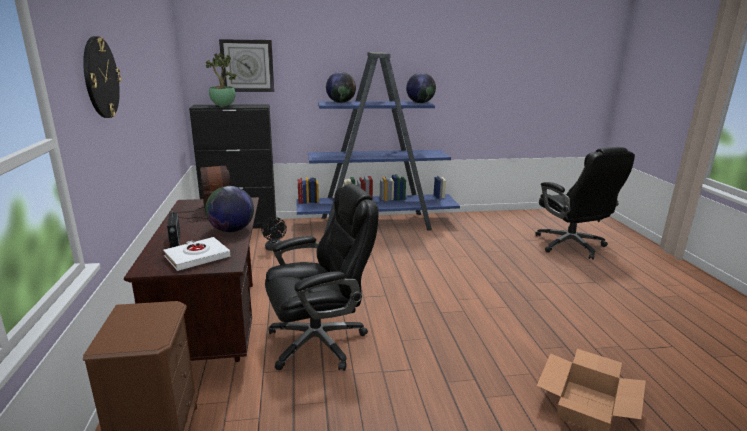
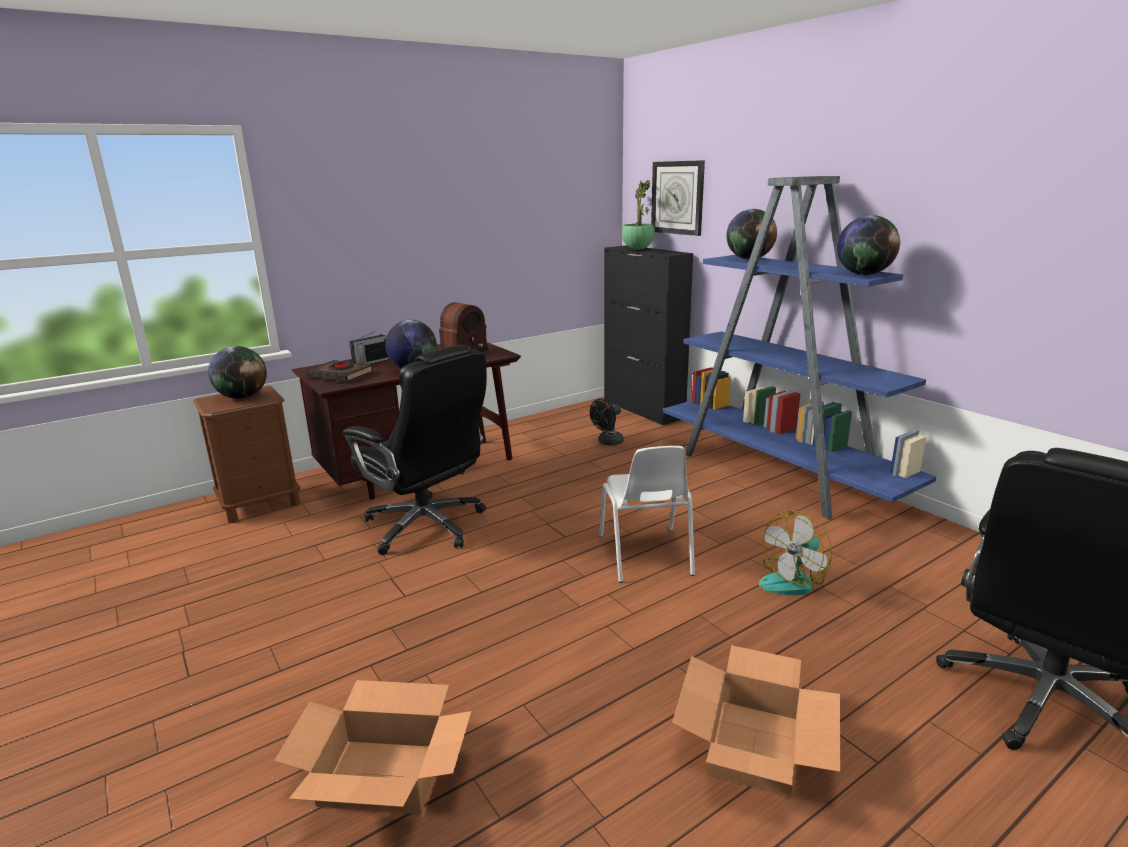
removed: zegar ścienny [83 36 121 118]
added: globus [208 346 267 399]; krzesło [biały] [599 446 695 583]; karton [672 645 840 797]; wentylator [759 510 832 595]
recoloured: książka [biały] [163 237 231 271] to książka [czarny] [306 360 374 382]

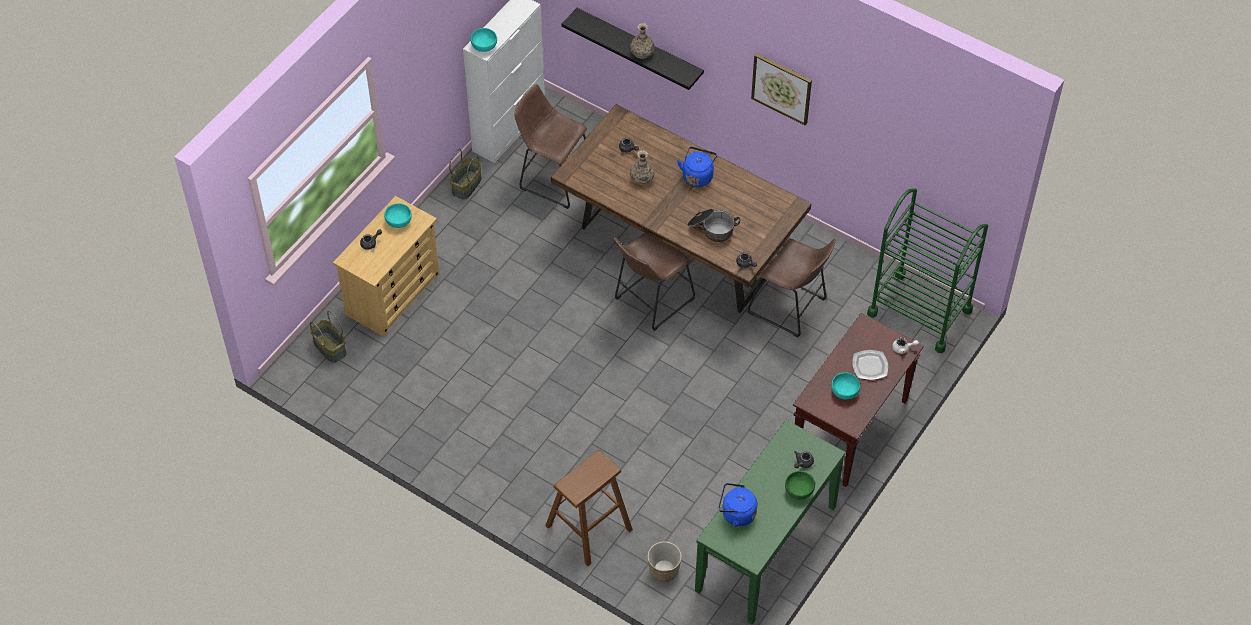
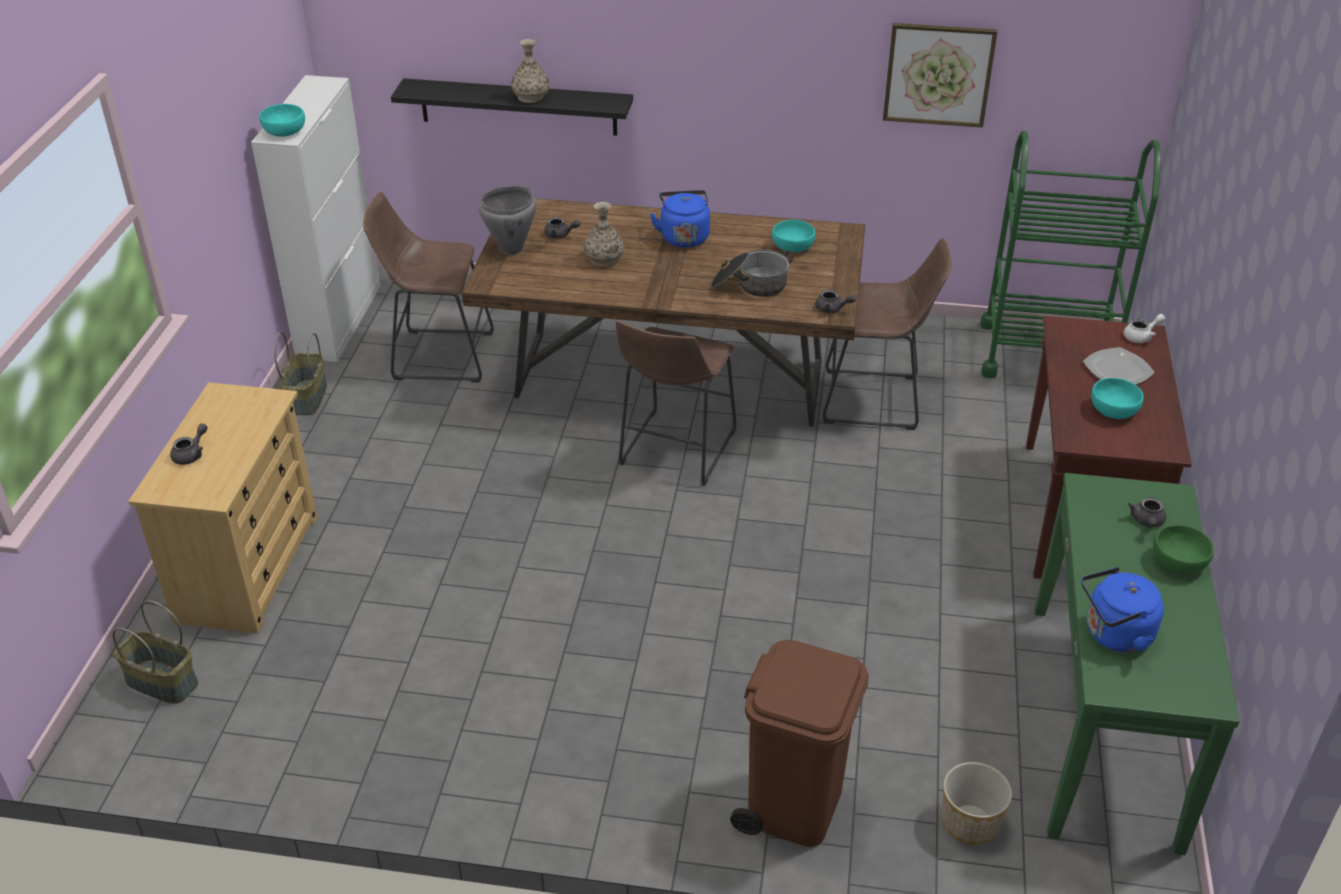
added: garnek [szary] [479 186 537 255]
moved: miska [turkusowy] [384 203 412 228] to [772 220 815 252]; obraz [751 53 812 126] to [883 23 997 128]
replaced: stołek [brązowy] [545 450 633 566] to kosz na śmieci [brązowy] [730 640 869 847]

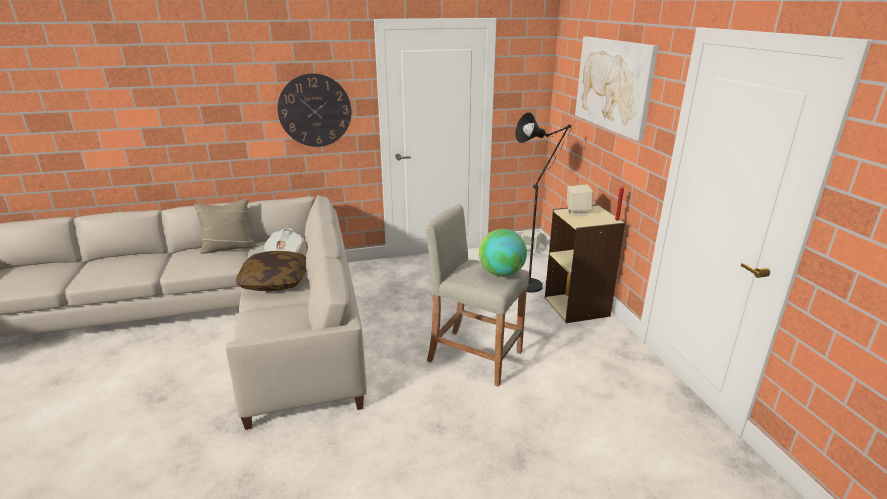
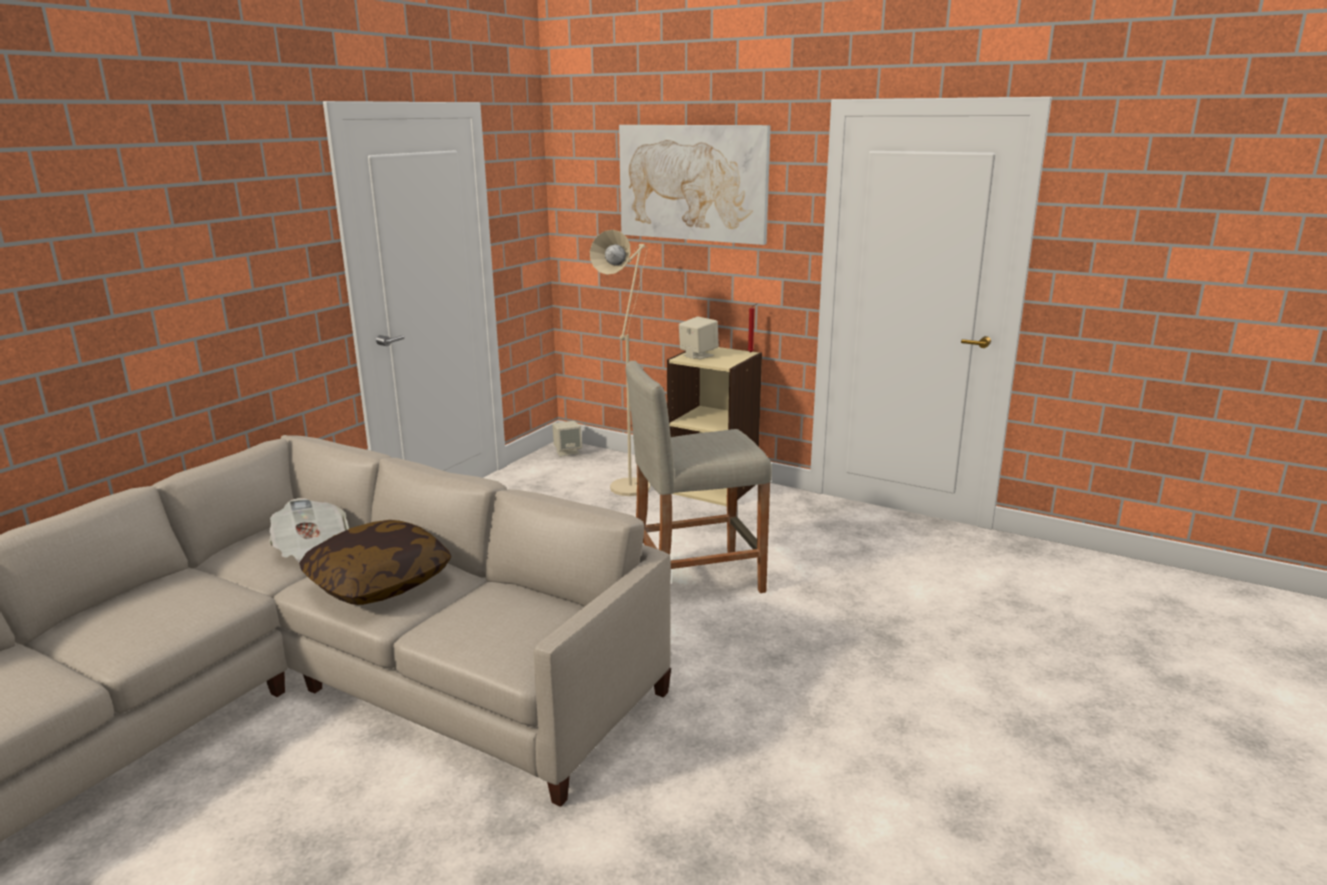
removed: poduszka [beżowy] [194 199 256 254]; zegar ścienny [278 73 351 147]; globus [479 229 527 277]
recoloured: lampa stojąca [czarny] [515 113 571 293] to lampa stojąca [beżowy] [590 230 650 496]

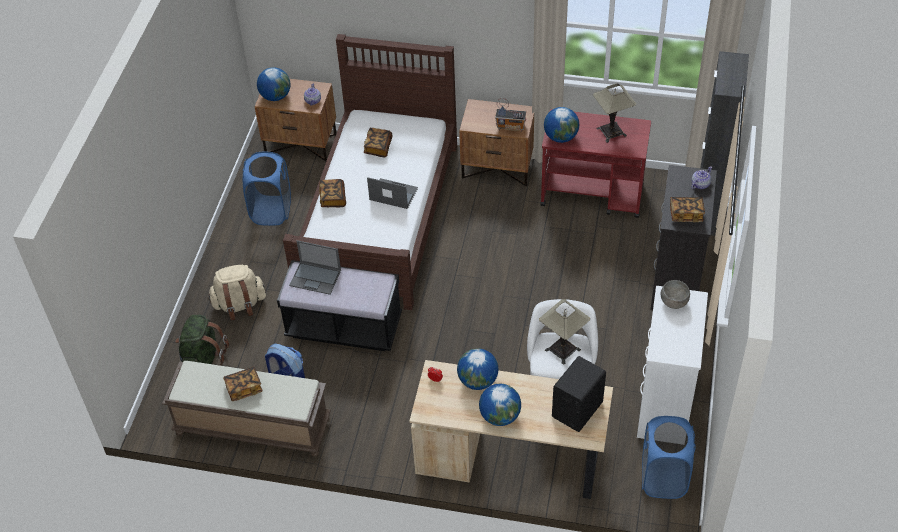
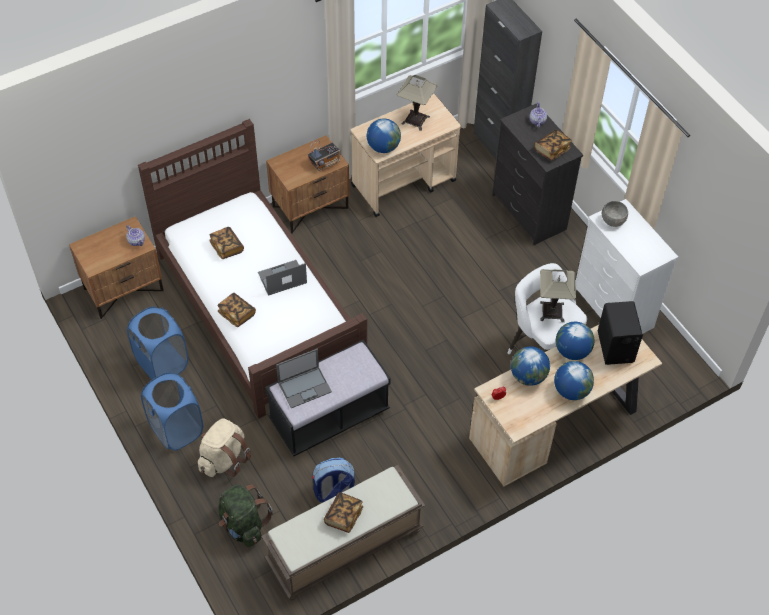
moved: globus [257 67 290 101] to [556 322 594 360]; kosz na pranie [niebieski] [642 416 696 499] to [141 372 203 451]
recoloured: wózek [czerwony] [541 109 651 218] to wózek [beżowy] [351 94 461 217]

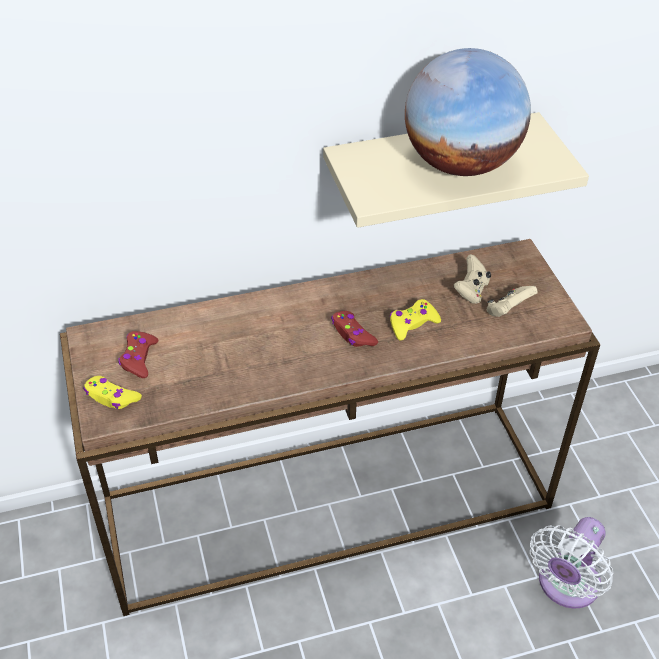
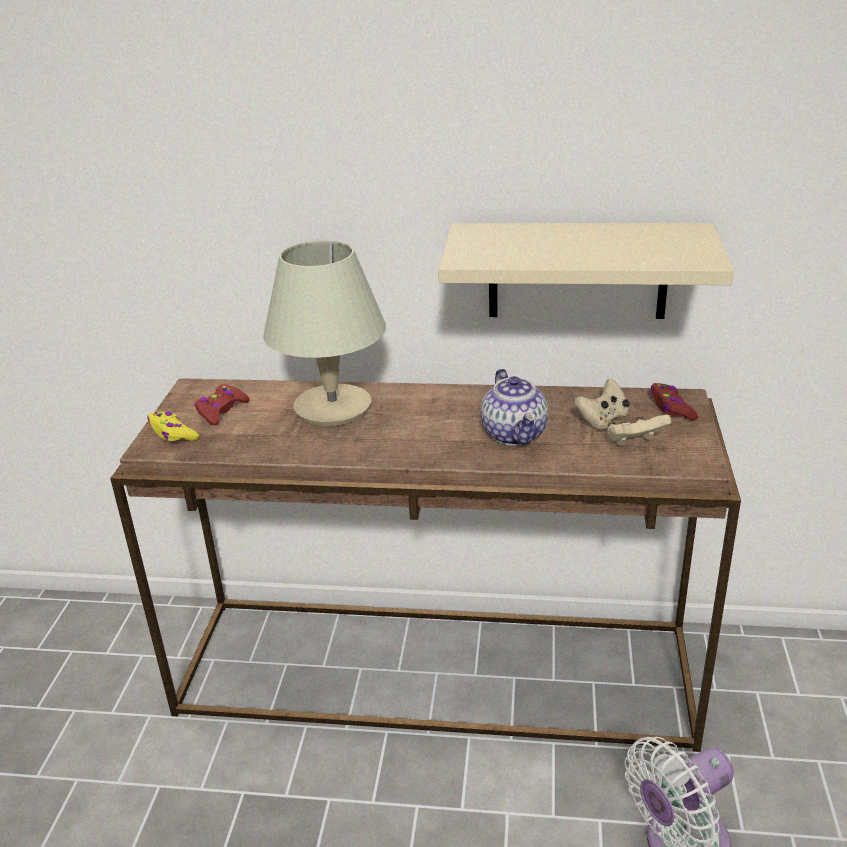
removed: globus [405 48 531 176]
added: lampa stołowa [beżowy] [263 240 386 426]
moved: pad do gier [czerwony] [331 311 378 347] to [651 383 698 420]
replaced: pad do gier [żółty] [390 299 441 341] to imbryk [481 369 548 446]

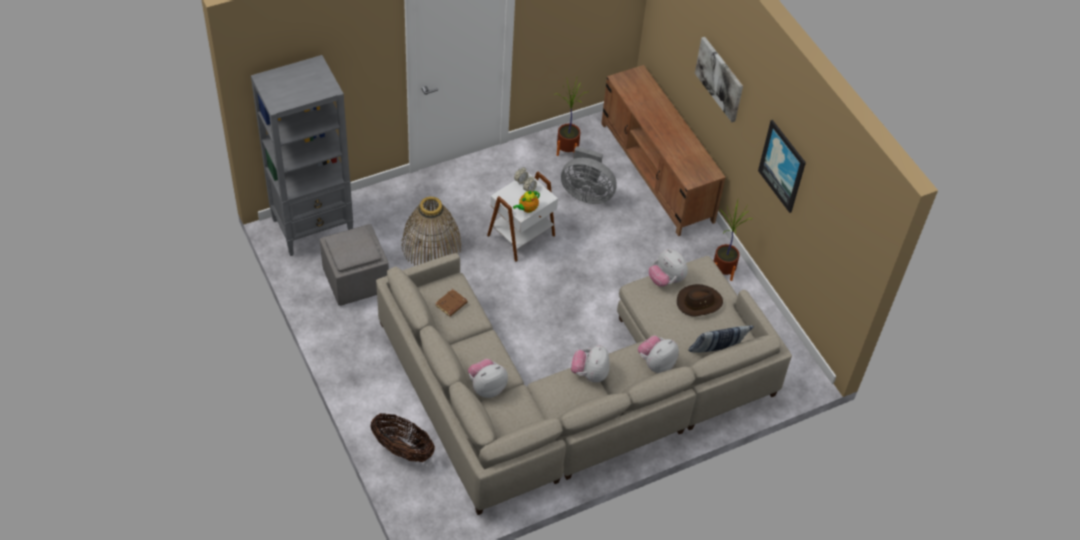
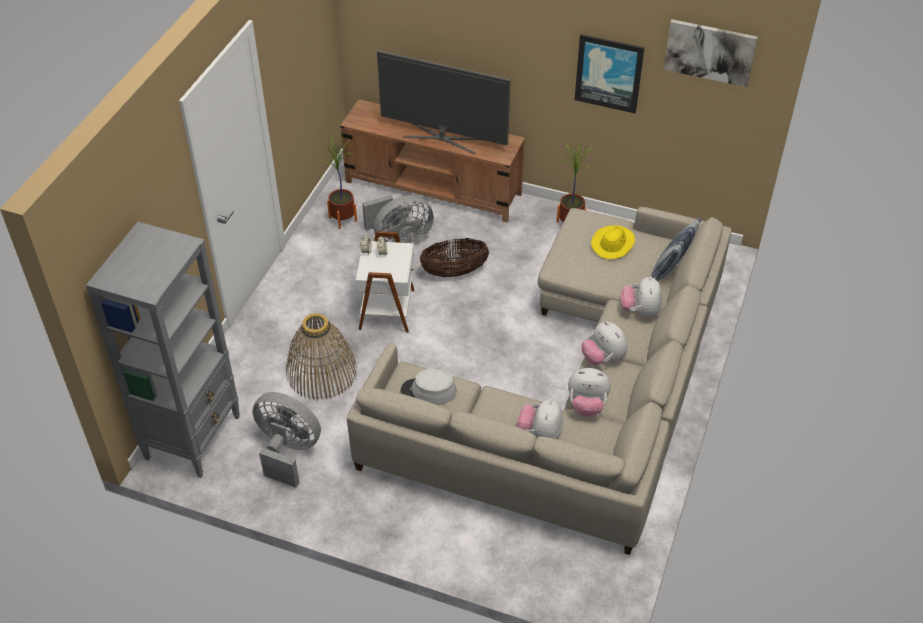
removed: imbryk [513 191 540 213]
added: telewizor [377 50 510 154]
moved: koszyk [370 413 435 462] to [419 238 489 277]; pluszak [649 249 688 287] to [568 368 611 416]; obraz [695 37 743 122] to [664 19 758 87]
replaced: pufa [szary] [320 224 389 306] to wentylator [szary] [252 392 321 488]; książka [brązowy] [435 289 468 317] to kapelusz [szary] [400 368 457 405]
recoloured: kapelusz [brązowy] [677 284 723 317] to kapelusz [żółty] [591 225 635 259]

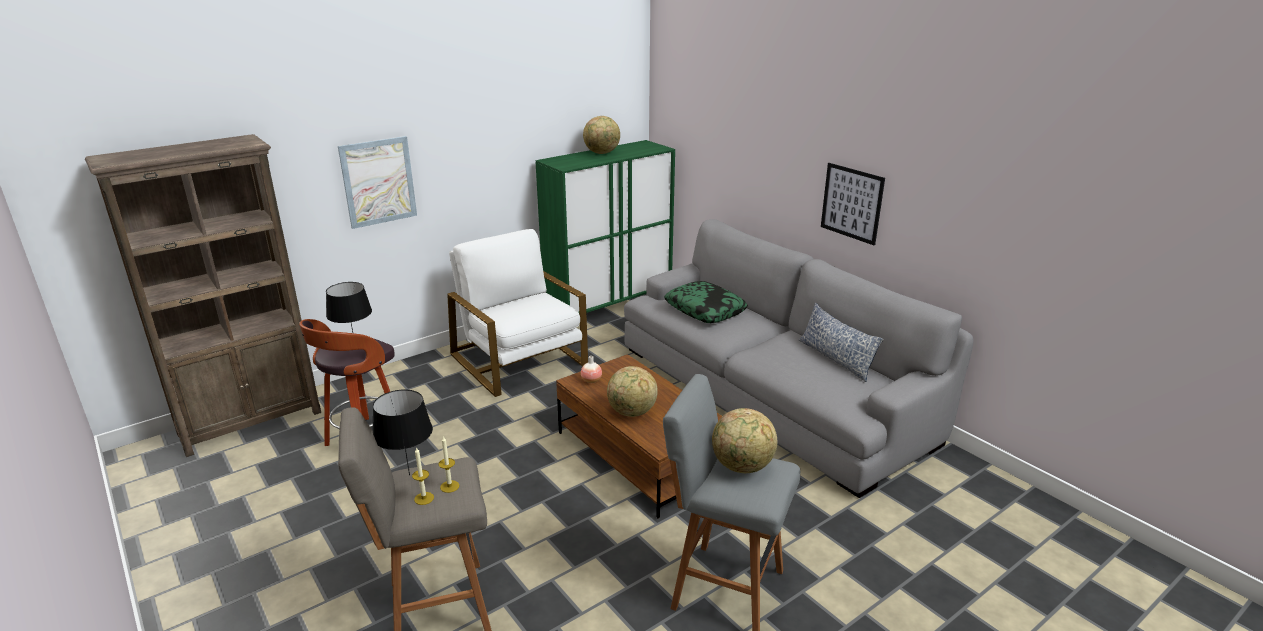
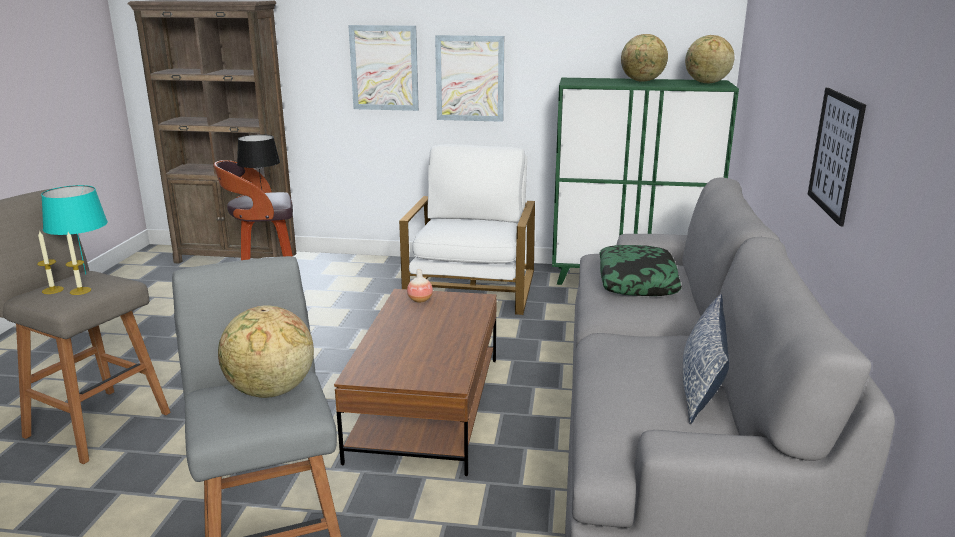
added: obraz [435 35 504 122]
moved: globus [607 366 658 417] to [685 35 734 83]
recoloured: lampa stołowa [czarny] [373 390 433 475] to lampa stołowa [turkusowy] [41 185 108 275]

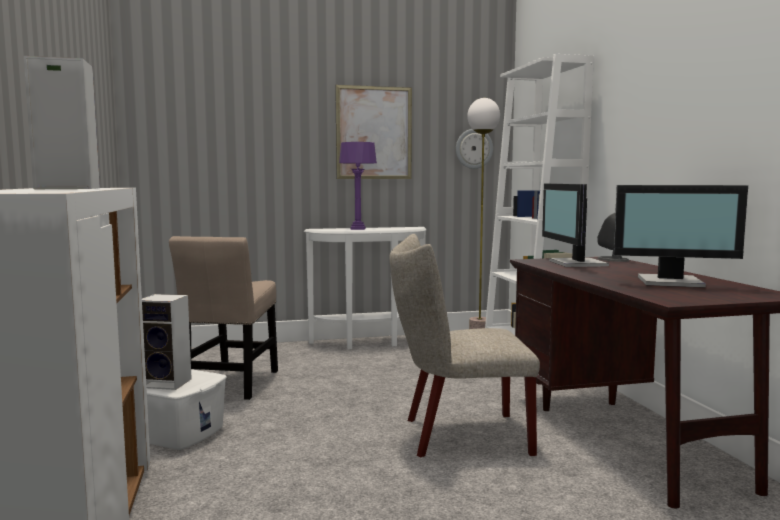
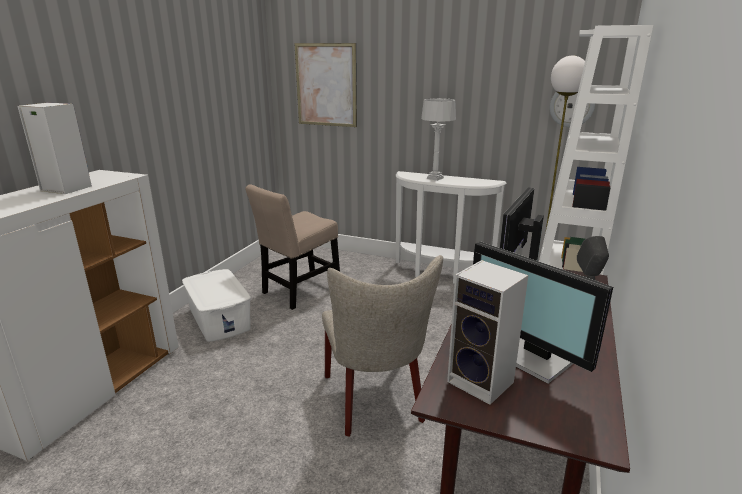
moved: głośnik [142 294 192 390] to [447 260 528 405]; obraz [335 85 412 179] to [294 43 357 127]
recoloured: lampa stołowa [fioletowy] [339 142 377 230] to lampa stołowa [szary] [421 98 456 181]
turned: krzesło [beżowy] [390 234 540 457] = [322 255 443 437] 135 degrees counterclockwise

